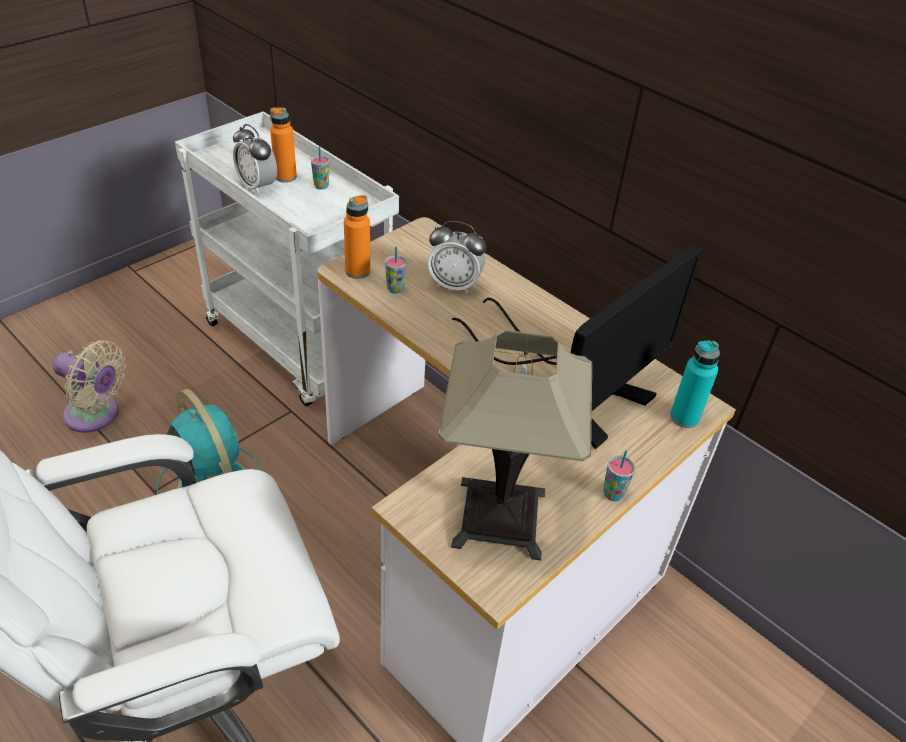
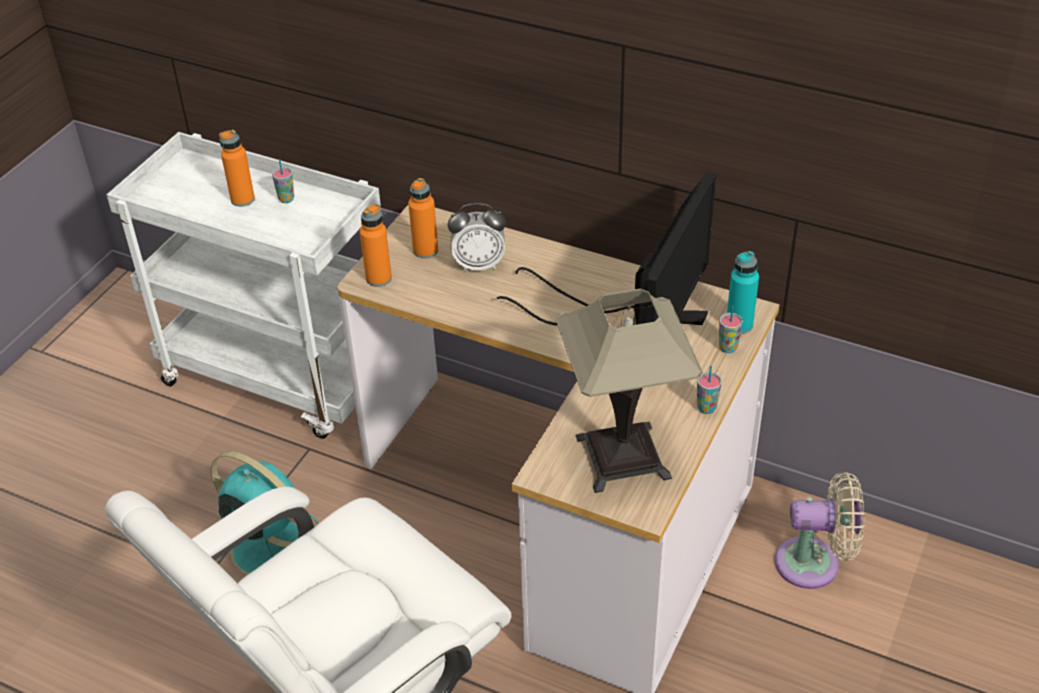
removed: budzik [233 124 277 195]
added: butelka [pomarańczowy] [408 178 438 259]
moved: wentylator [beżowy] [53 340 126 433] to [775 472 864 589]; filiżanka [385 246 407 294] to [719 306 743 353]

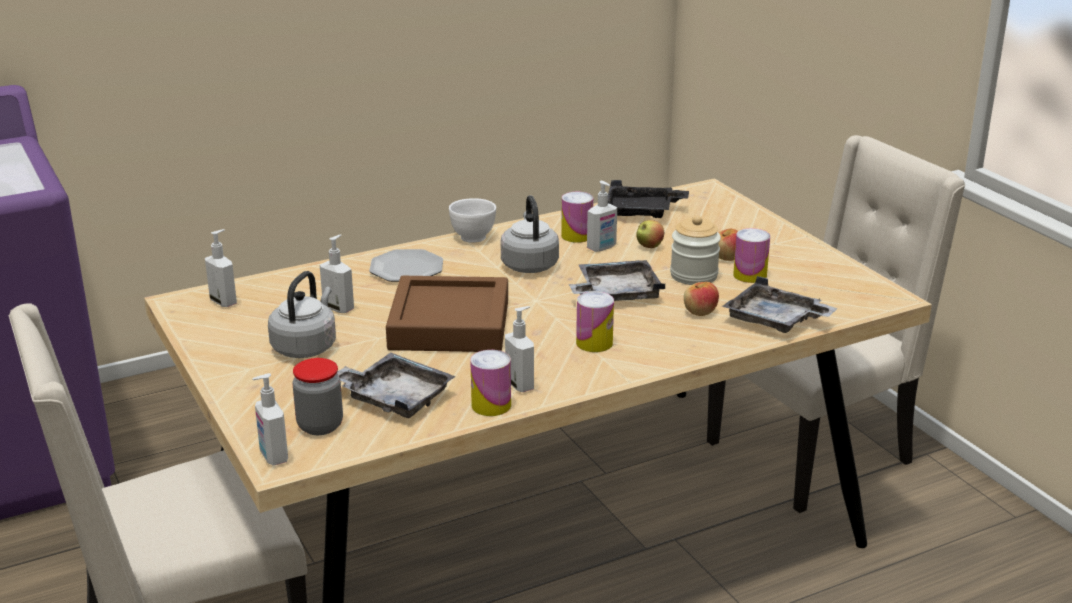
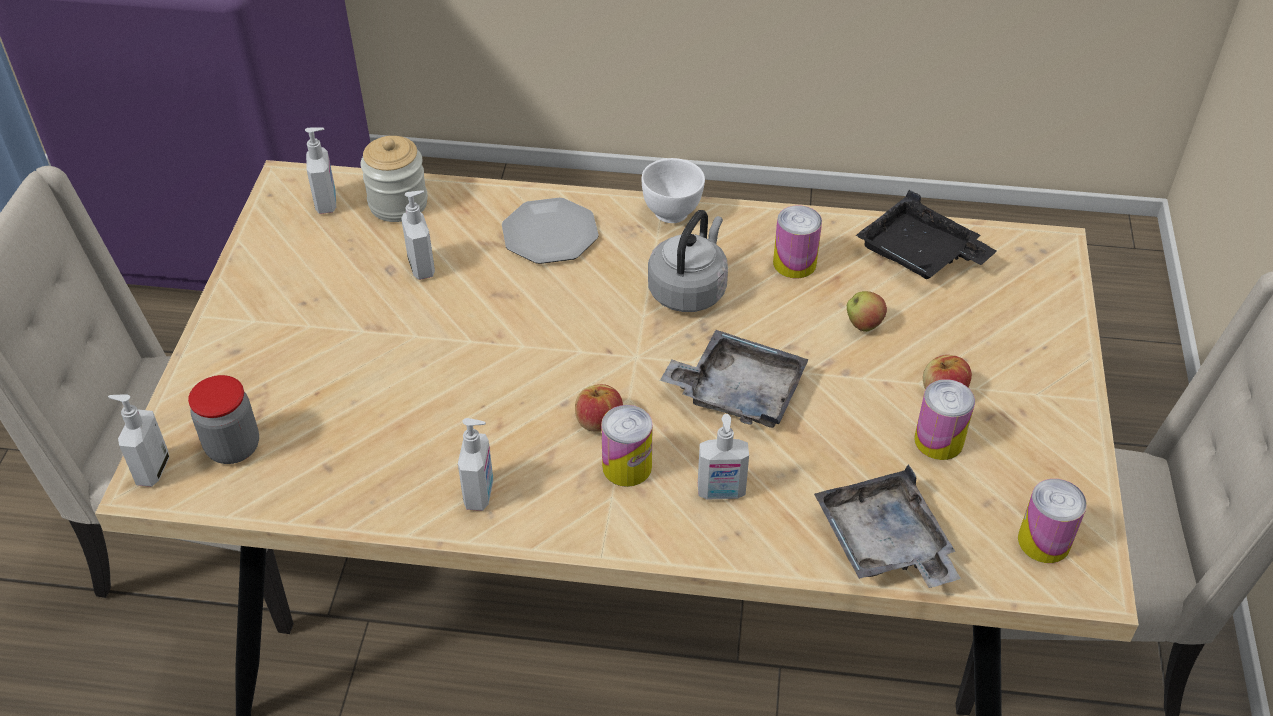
removed: czajnik [szary] [268 271 336 358]; taca [szary] [337 352 456 418]; taca [brązowy] [386 276 508 352]
moved: puszka [470 350 511 416] to [1018 479 1087 563]; dozownik mydła [587 181 617 252] to [698 414 749 499]; słoik [670 215 721 285] to [361 136 428 222]; jabłko [684 282 719 316] to [575 384 623 432]

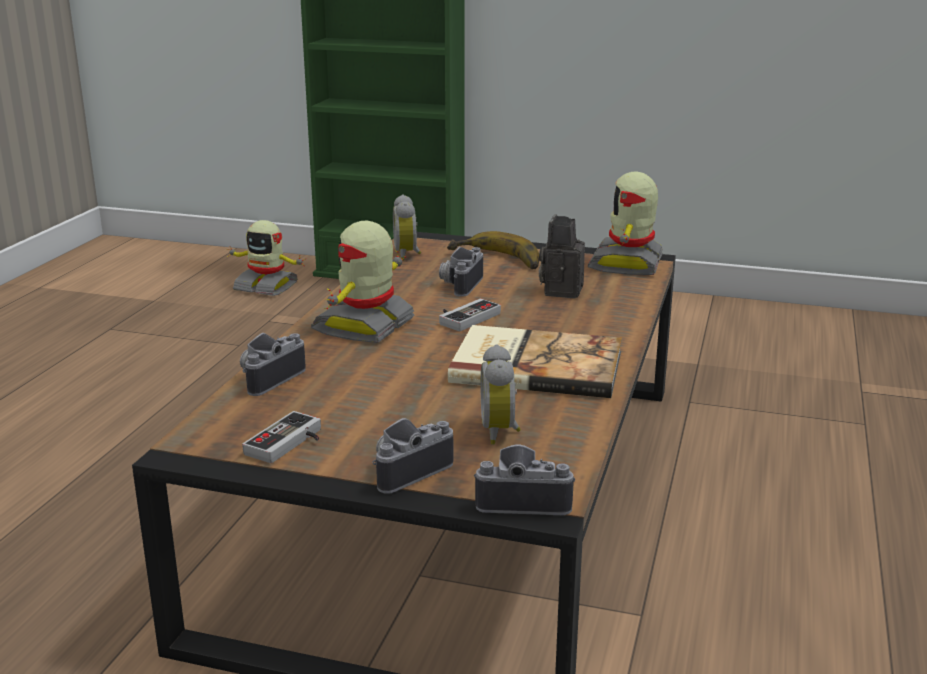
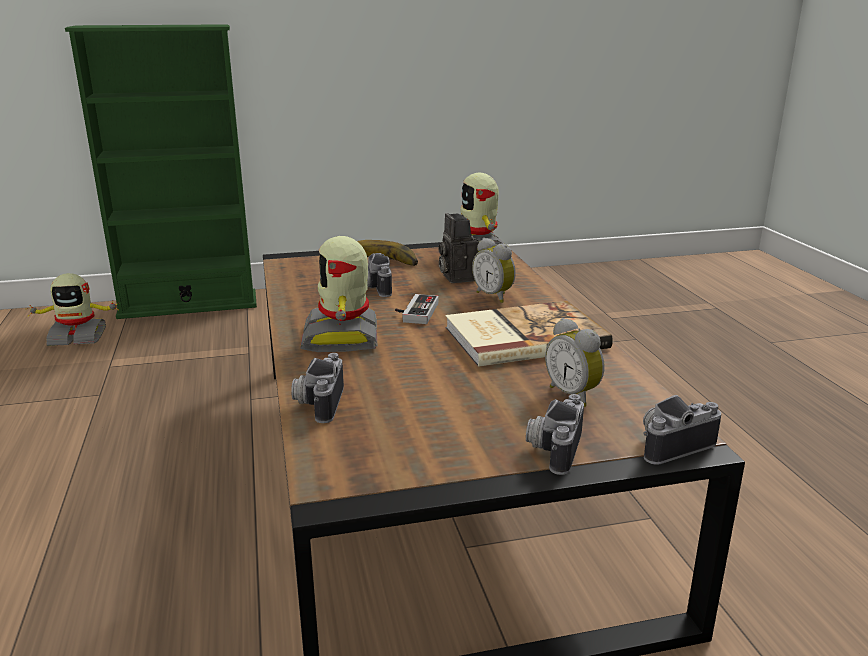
removed: pad do gier [242 411 321 463]
moved: budzik [393 195 421 261] to [472 238 516 303]

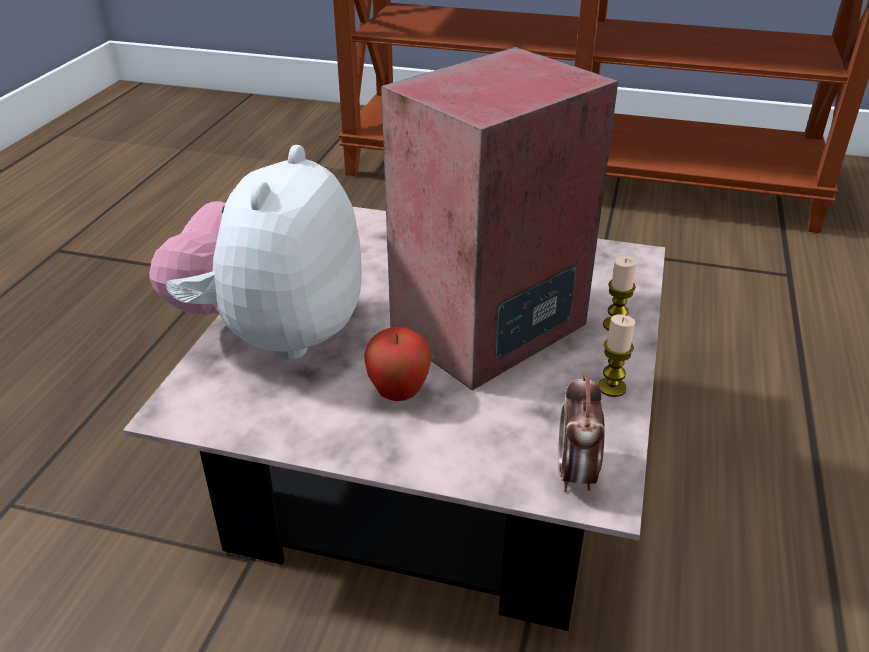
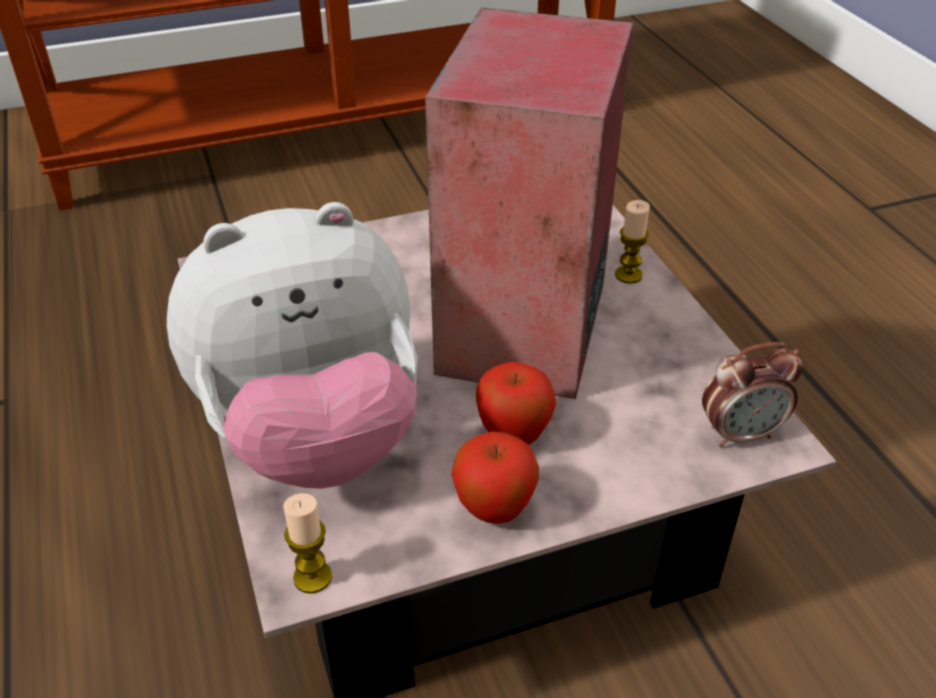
added: jabłko [451 431 539 524]
moved: świeca [598 314 635 397] to [283 493 332 594]
turned: pluszak [150 145 362 360] = [167 202 417 489] 90 degrees counterclockwise; budzik [558 373 604 492] = [702 342 803 447] 75 degrees counterclockwise

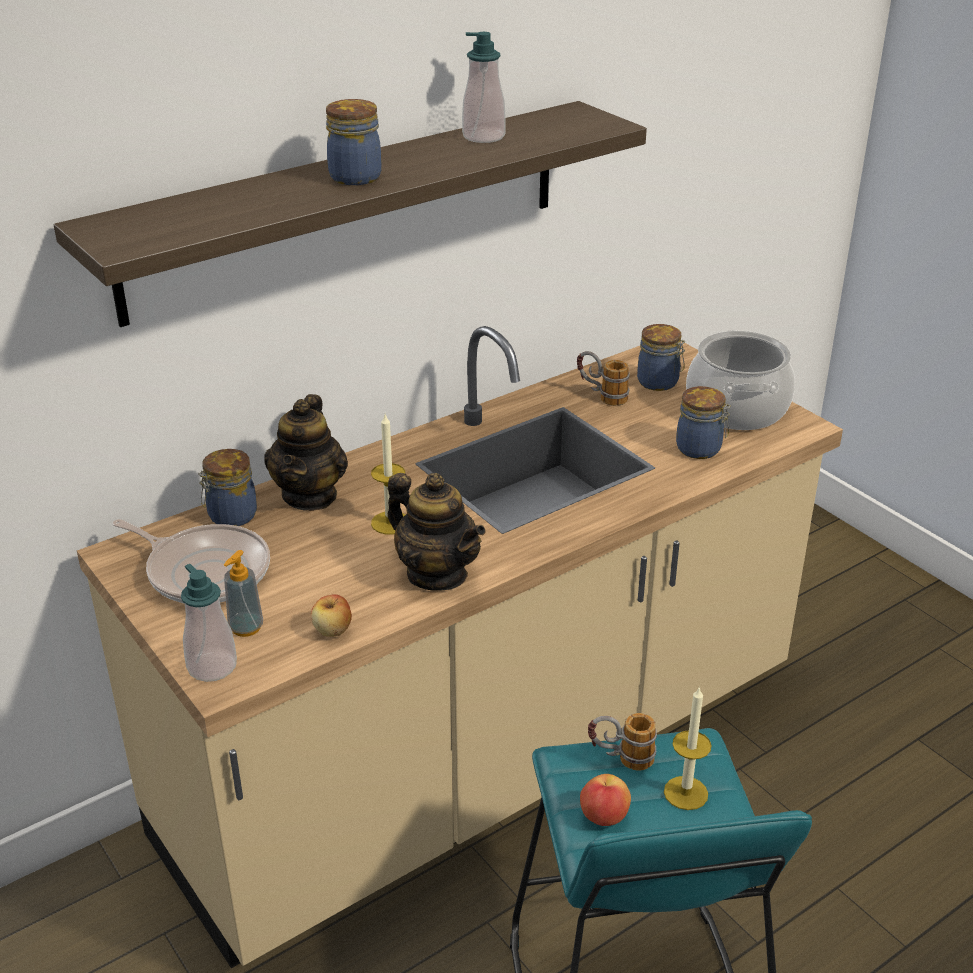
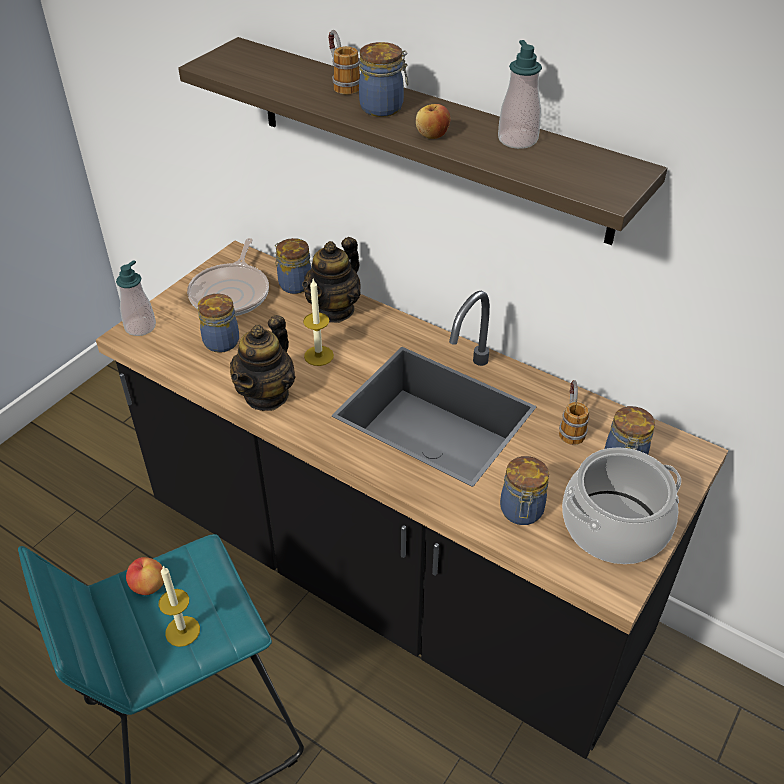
removed: dozownik mydła [224 550 263 637]
added: słoik [198 293 239 353]
moved: jabłko [311 594 352 637] to [416 104 450 139]; kubek [588 713 657 771] to [328 30 360 95]
recoloured: zabudowa kuchenna [beżowy] [77 326 843 968] to zabudowa kuchenna [czarny] [96 241 728 759]
turned: imbryk [264 394 348 511] = [302 237 361 323] 45 degrees counterclockwise

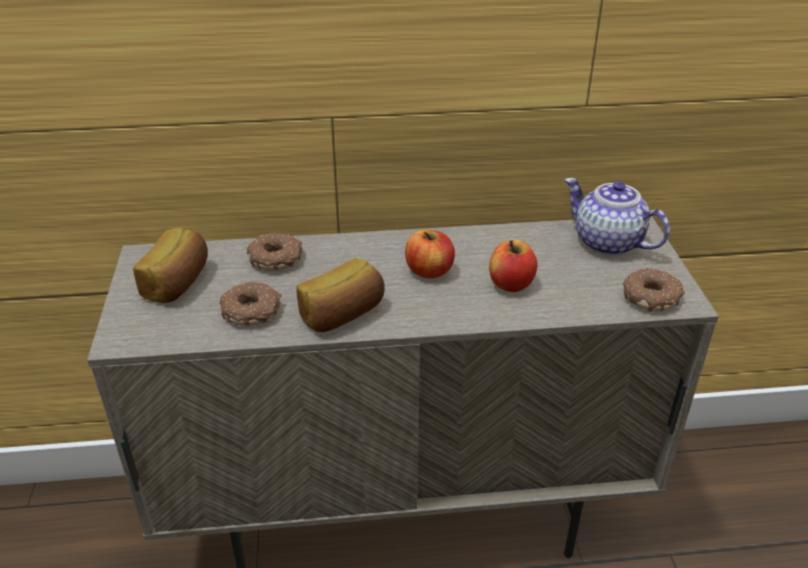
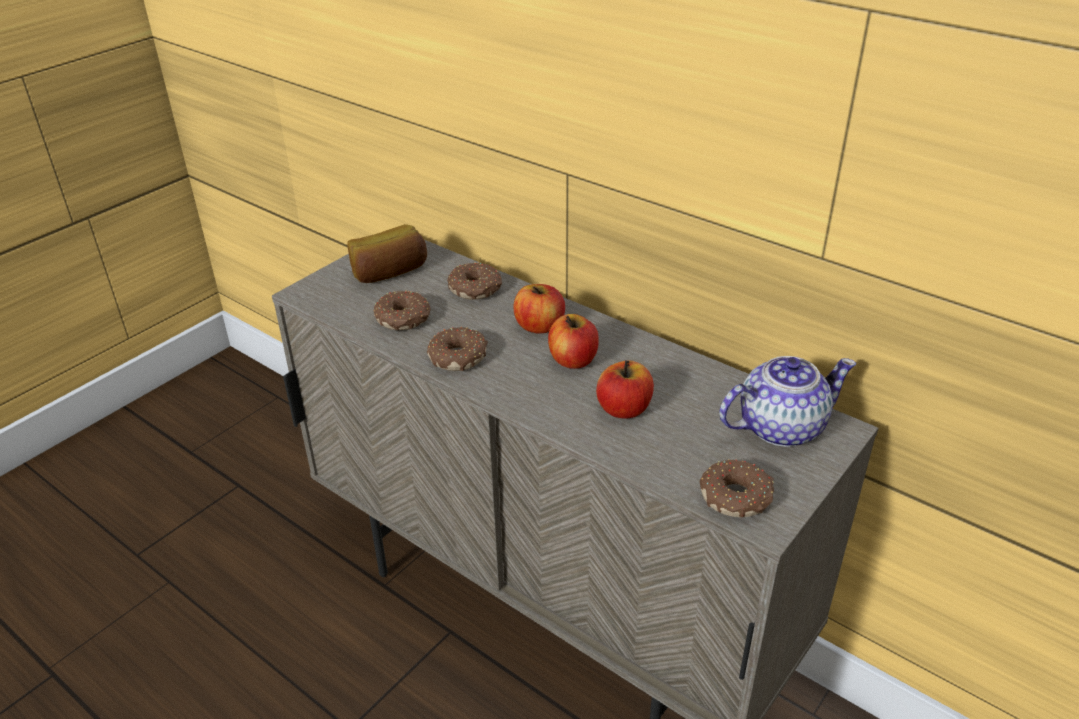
added: jabłko [513 284 565 333]
replaced: chleb [296 258 385 332] to donut [427 327 488 371]
turned: imbryk [564 178 670 256] = [719 356 856 447] 75 degrees clockwise

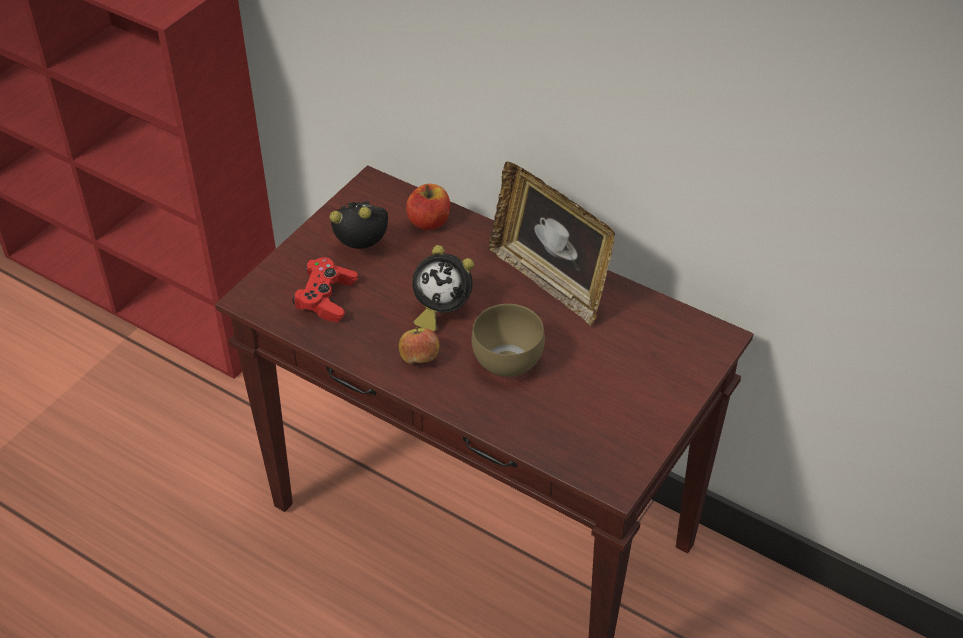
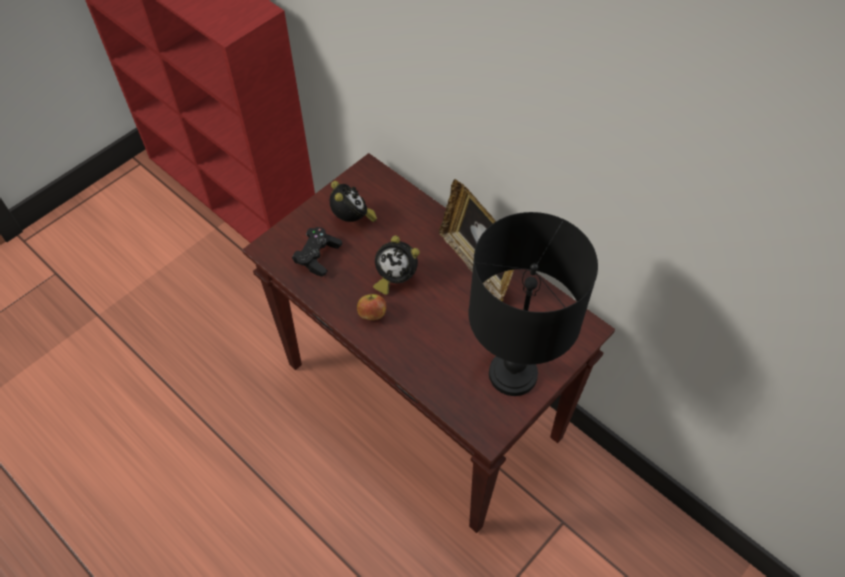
removed: jabłko [406 184 450 230]; miska [brązowy] [472 304 545 377]
added: lampa stołowa [czarny] [469 212 598 396]
recoloured: pad do gier [czerwony] [292 257 358 322] to pad do gier [czarny] [292 227 342 277]
turned: budzik [330 201 388 249] = [330 181 377 222] 60 degrees clockwise

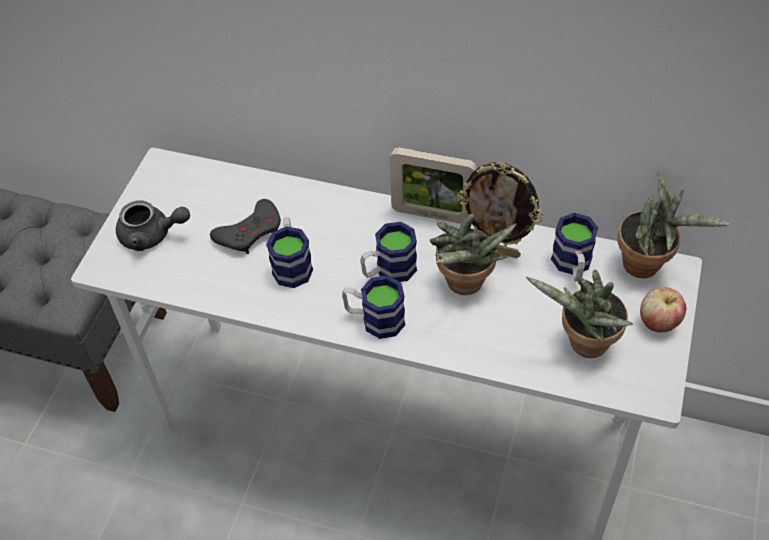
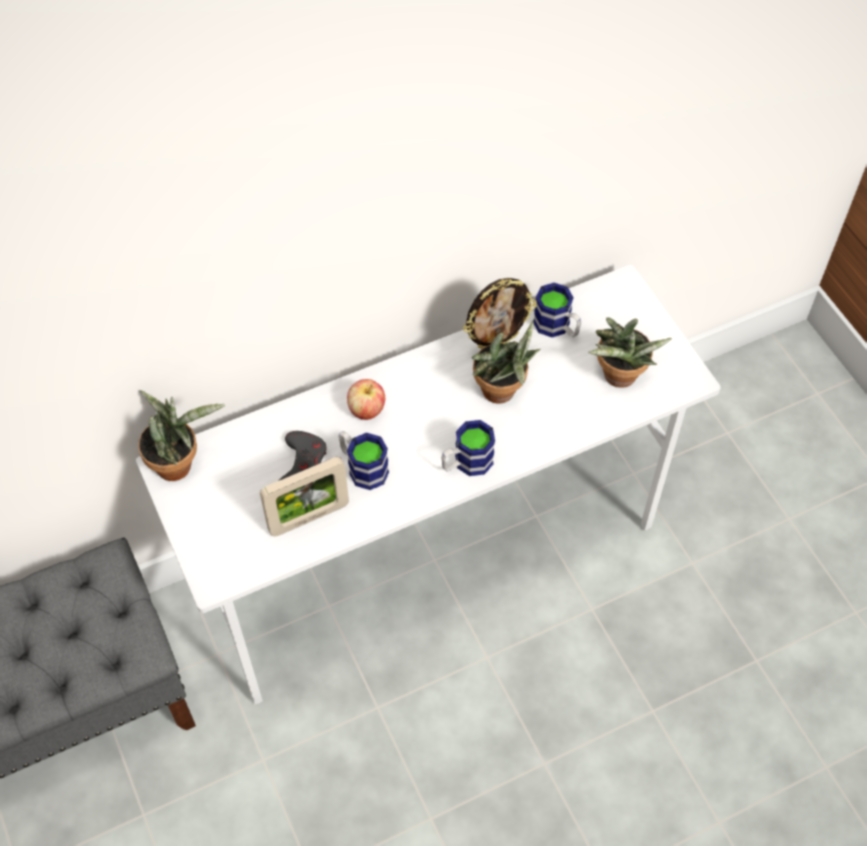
removed: imbryk [szary] [116 200 190 251]; kubek [360 222 417 282]
moved: ramka na zdjęcie [390 148 477 224] to [260 457 349 537]; roślina doniczkowa [617 171 730 279] to [138 390 225 481]; jabłko [640 287 686 332] to [347 379 385 420]

